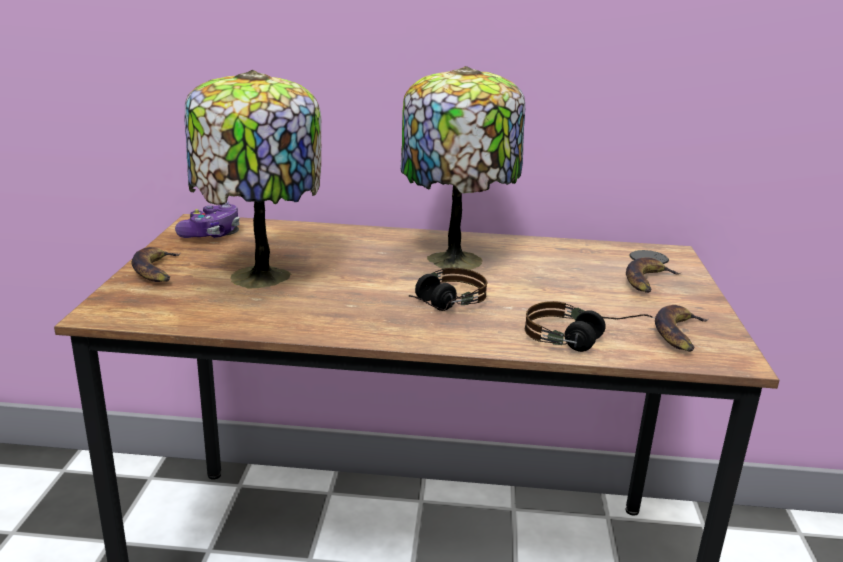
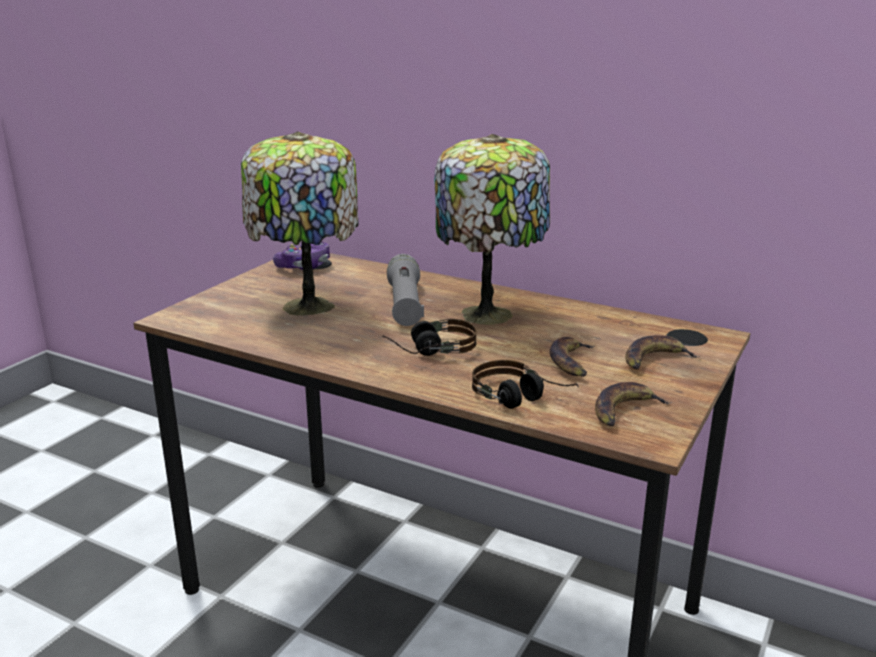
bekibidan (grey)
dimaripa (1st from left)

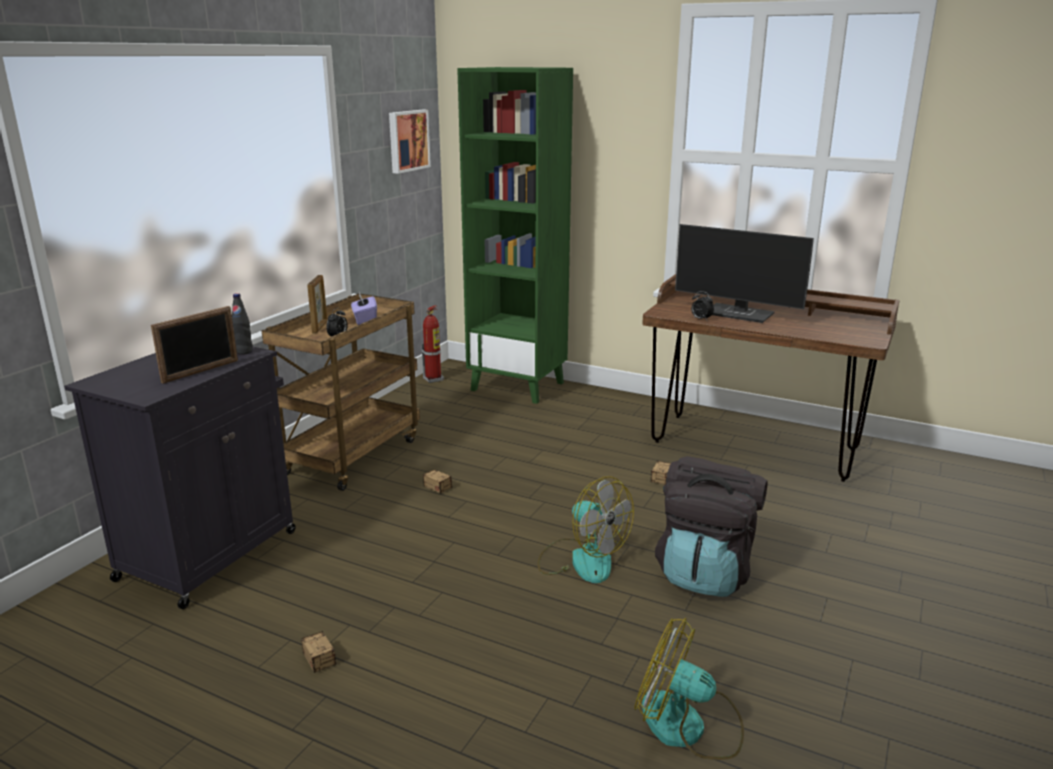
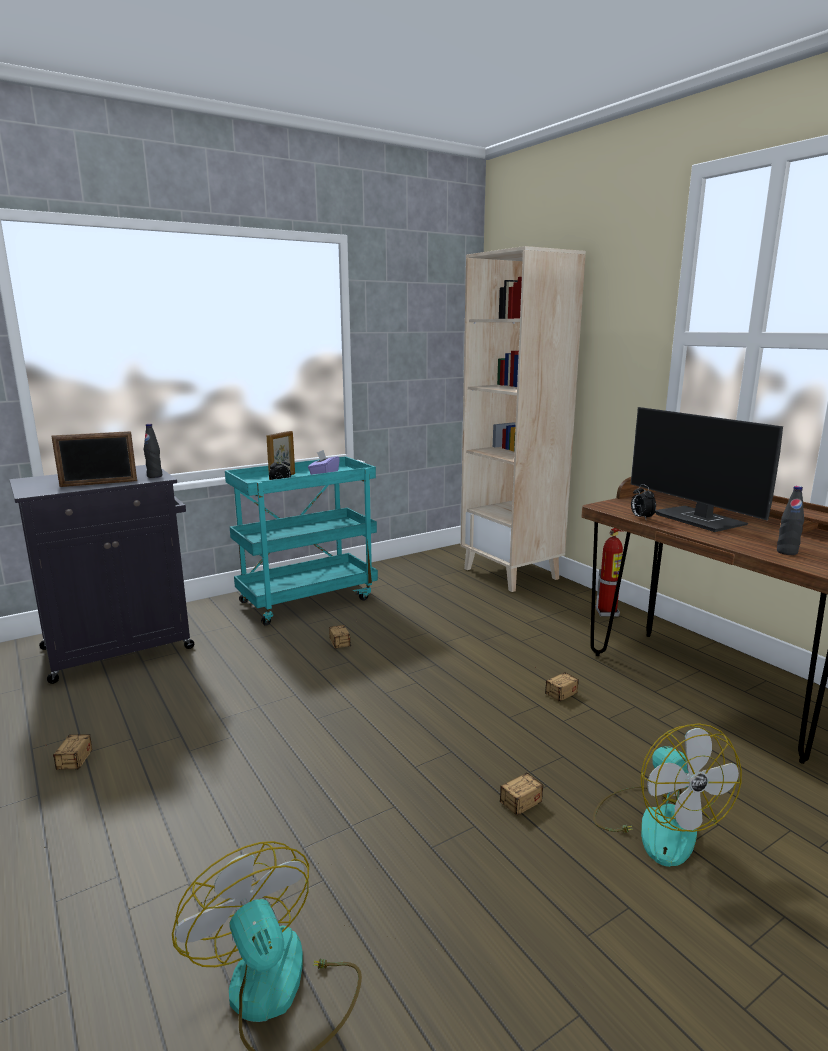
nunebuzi
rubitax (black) (2nd from left)
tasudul
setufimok (2nd from left)
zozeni (3rd from left)
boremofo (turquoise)
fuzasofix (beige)

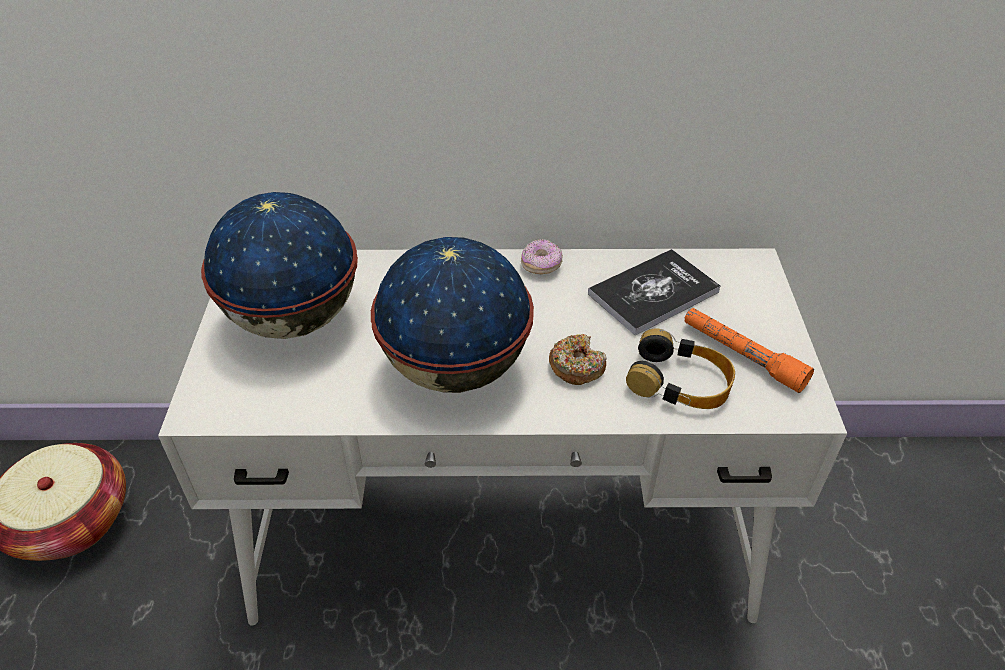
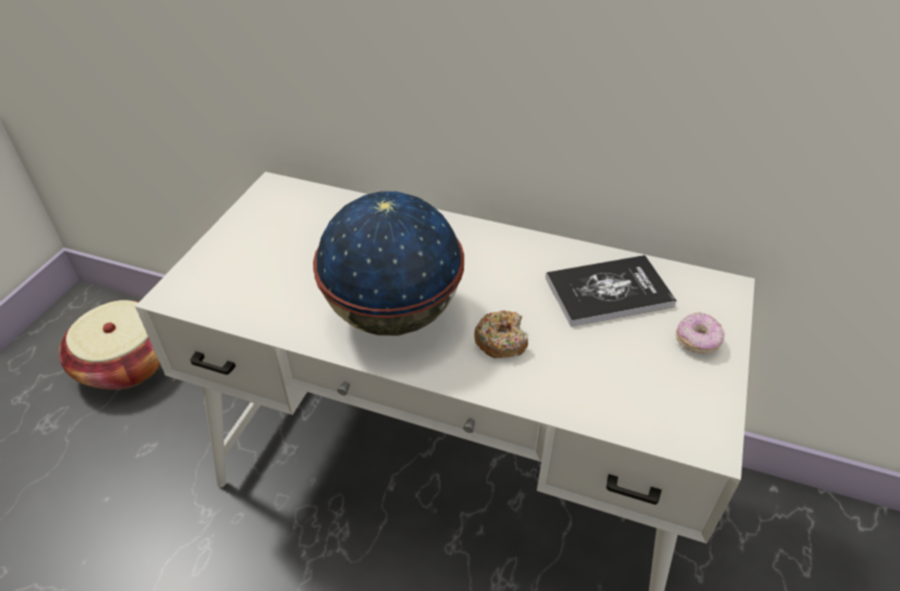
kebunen (1st from left in the first image)
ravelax
bekibidan (orange)
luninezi (2nd from left)

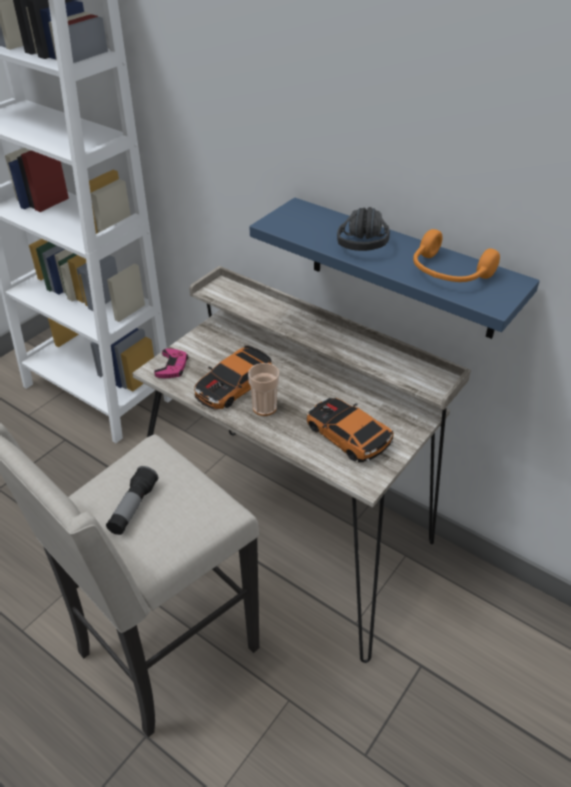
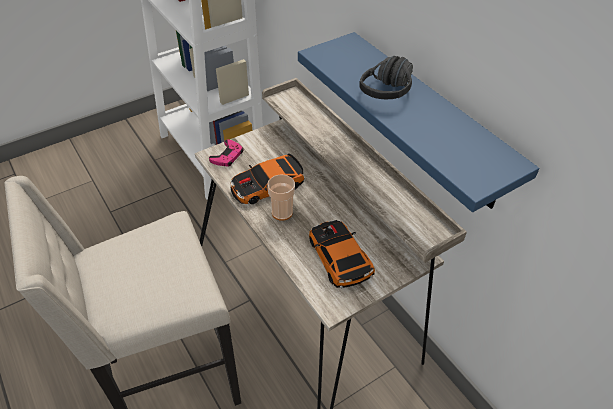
bekibidan
ravelax (orange)

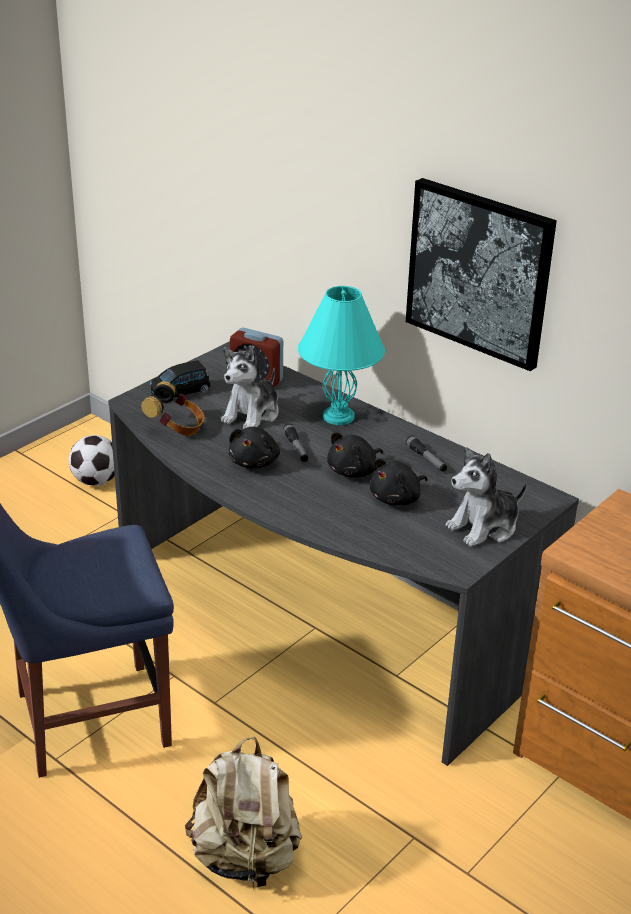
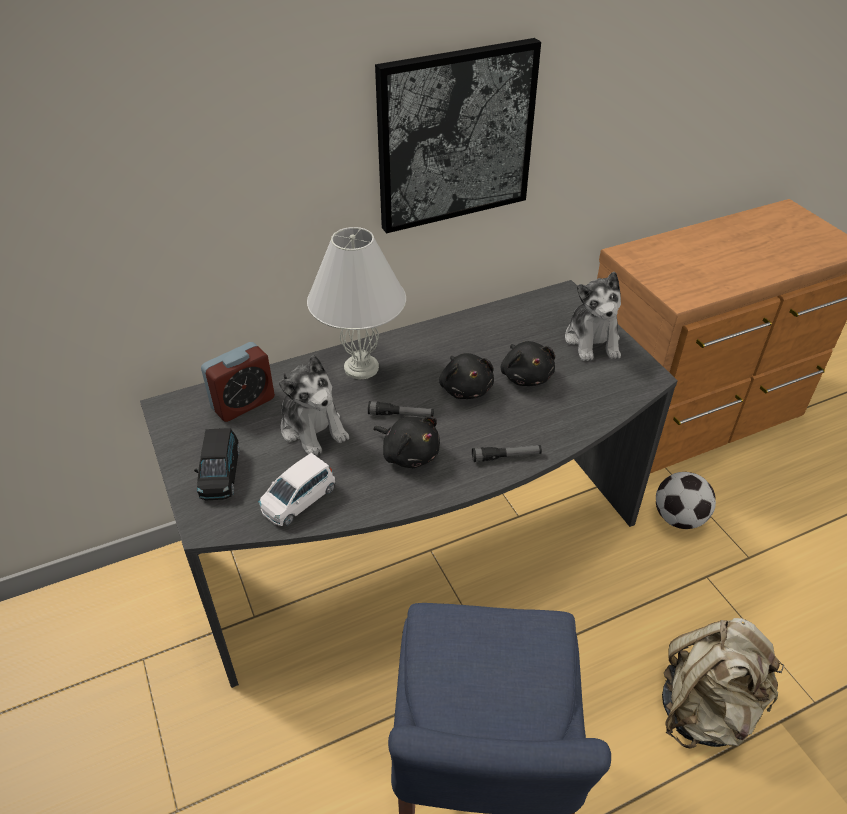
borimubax
bekibidan (2nd from left)
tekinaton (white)
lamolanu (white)

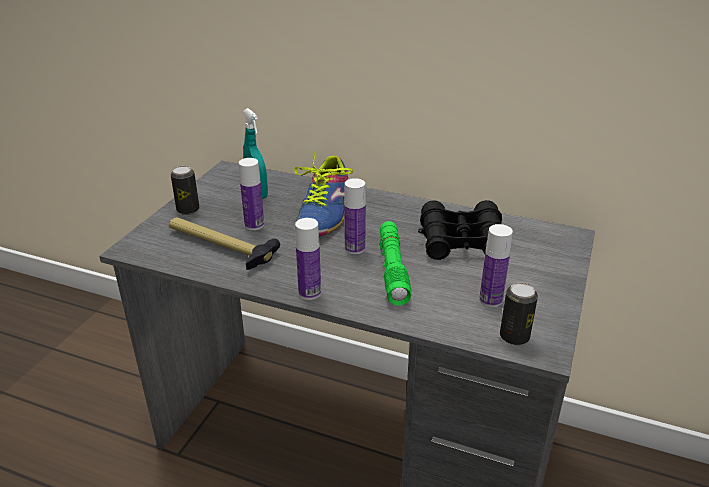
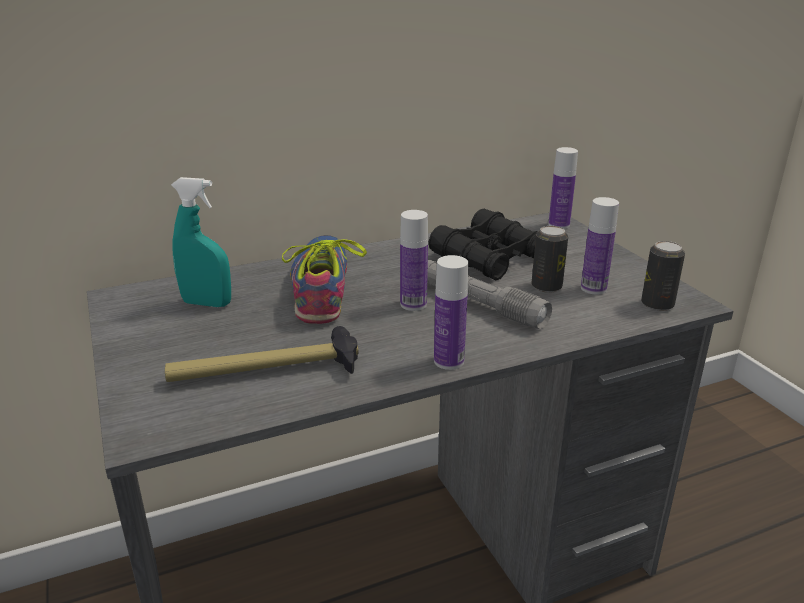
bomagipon (1st from left)
rubitax (3rd from left)
bekibidan (grey)
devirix

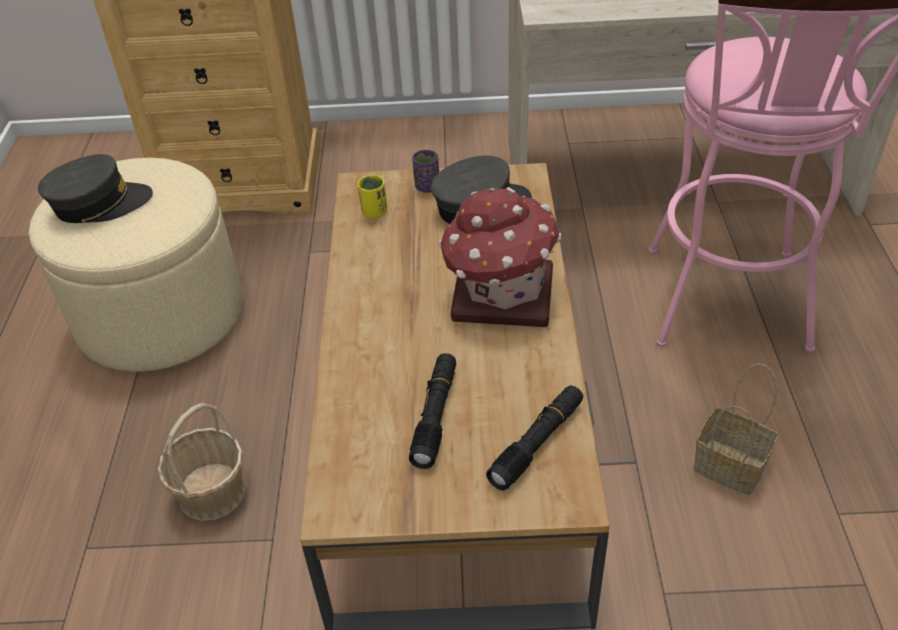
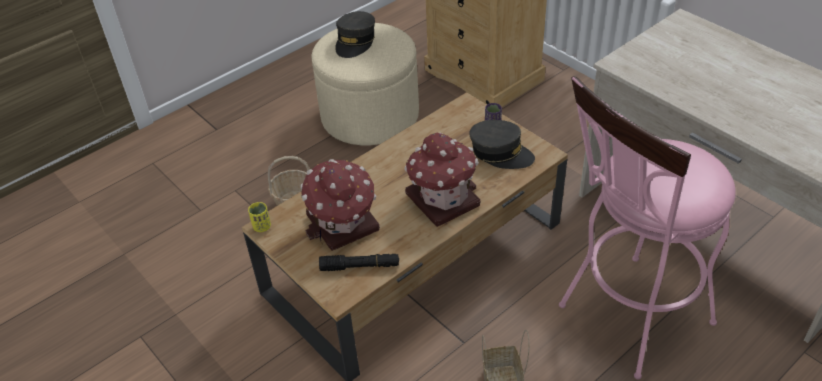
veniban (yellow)
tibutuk (1st from left)
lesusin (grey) (1st from left)

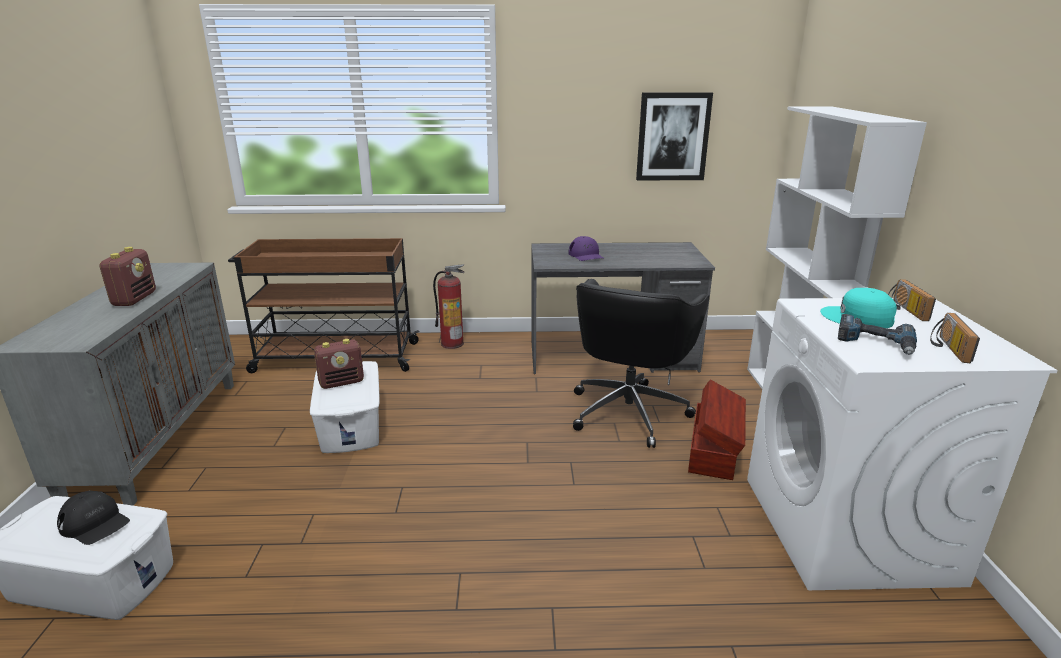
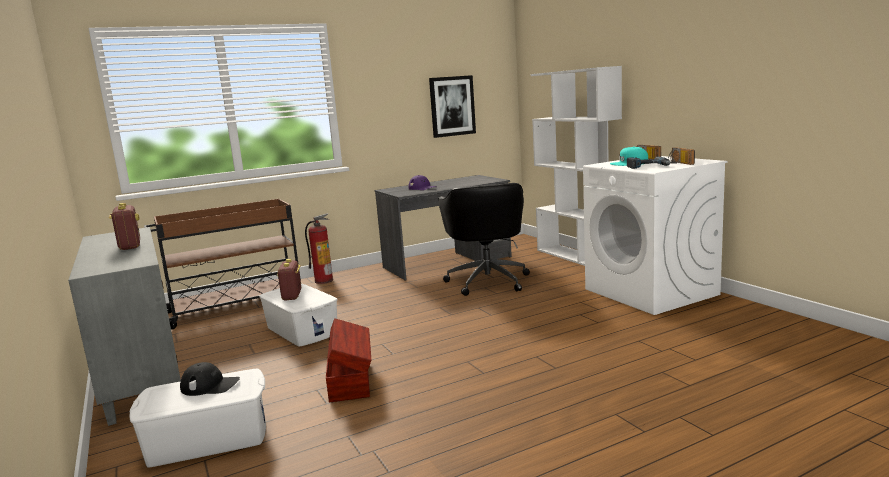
zozeni (brown)
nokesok (2nd from left)

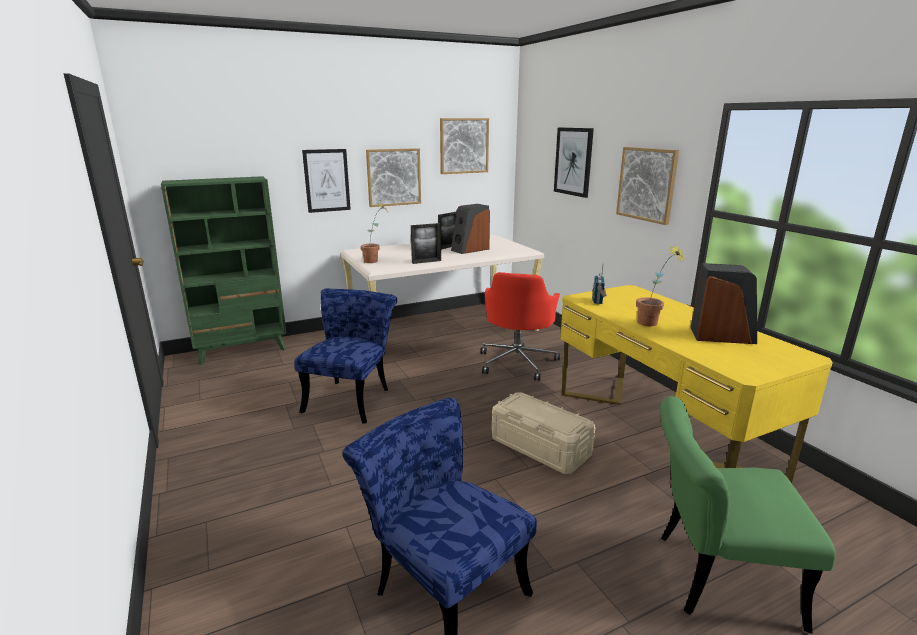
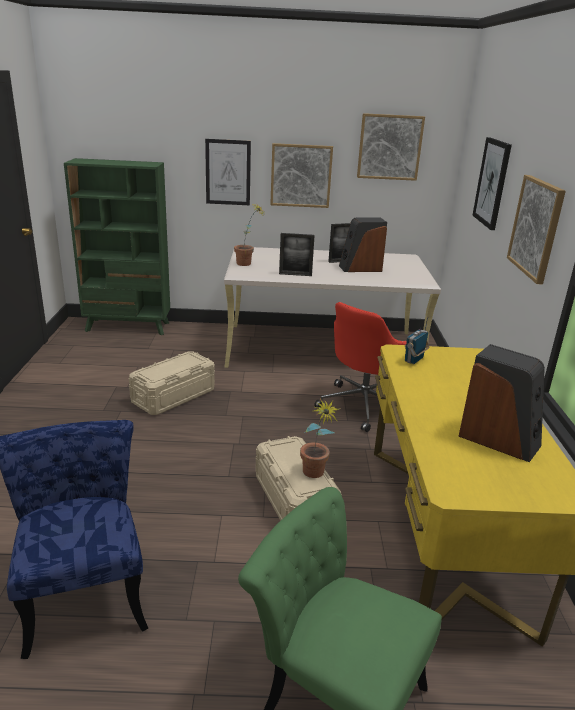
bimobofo (2nd from left)
zozeni (beige) (1st from left)

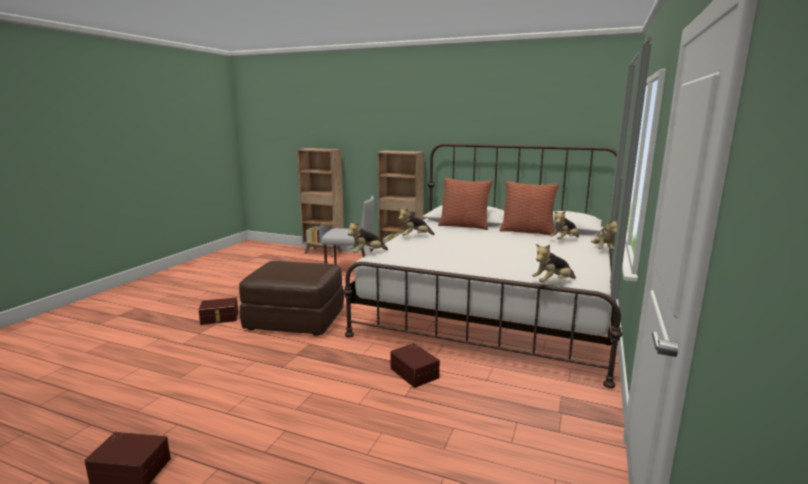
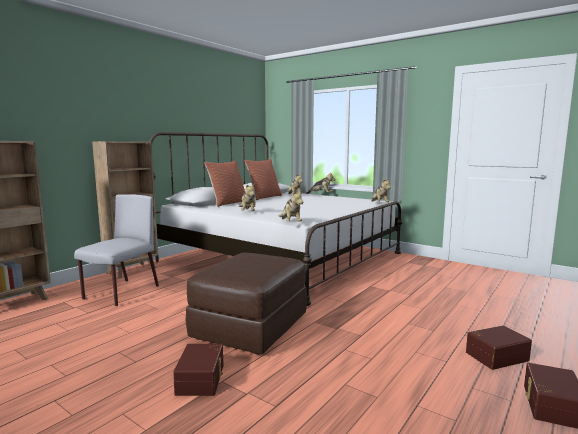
zozeni (brown) (2nd from left)

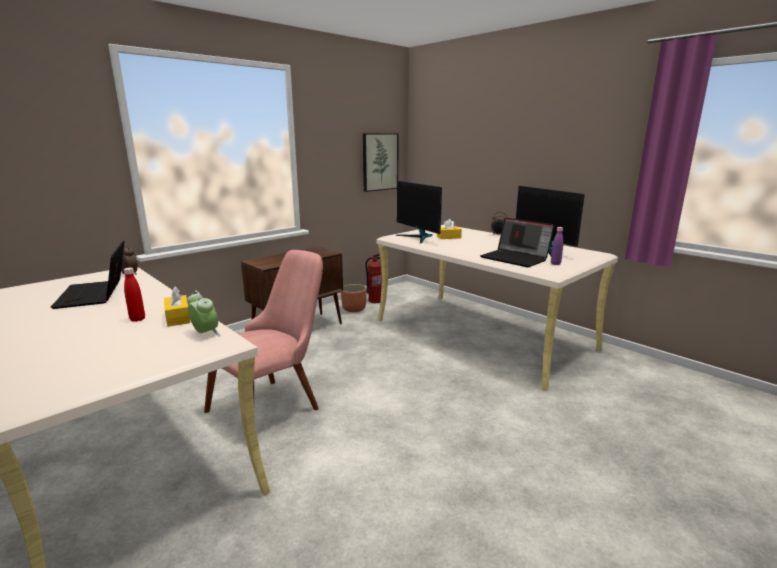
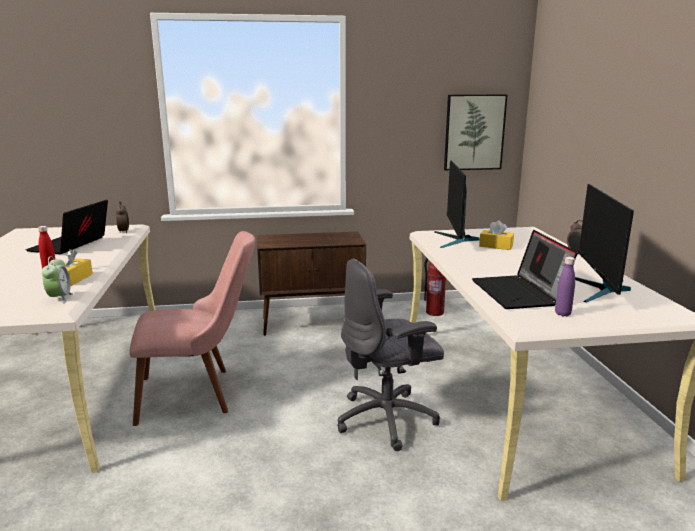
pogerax
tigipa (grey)

